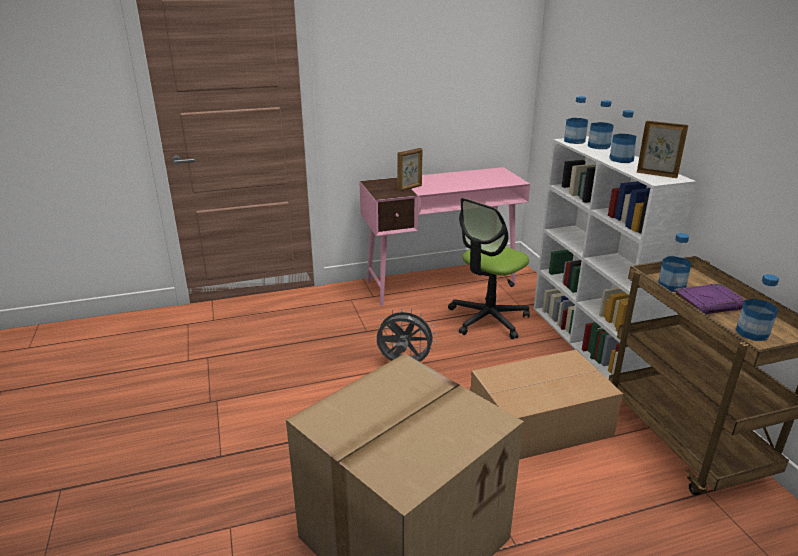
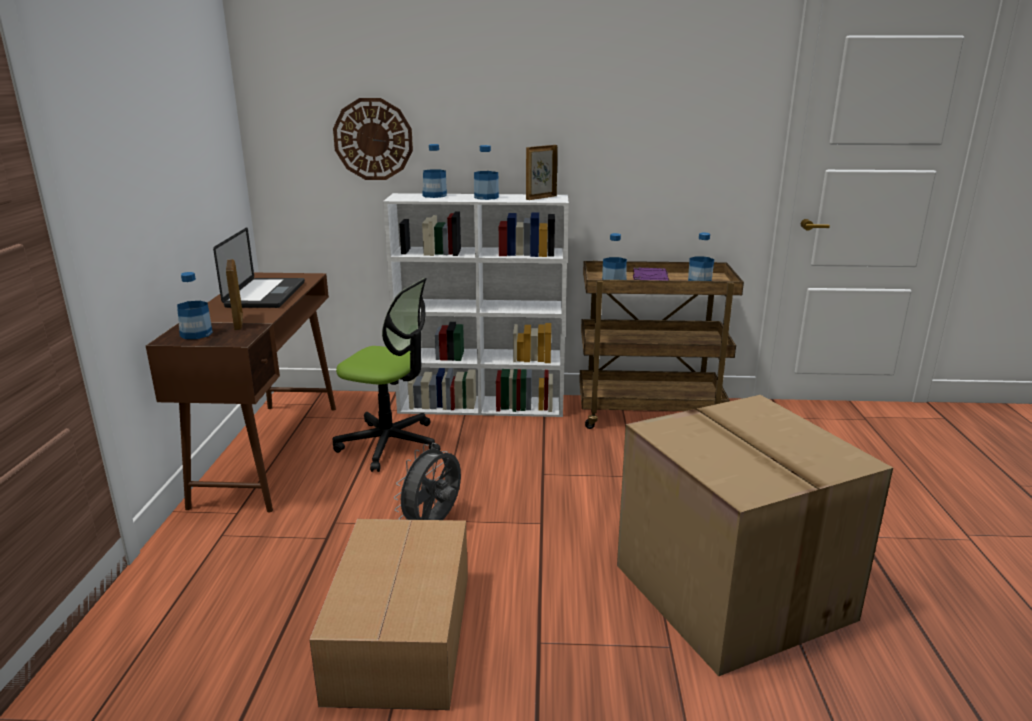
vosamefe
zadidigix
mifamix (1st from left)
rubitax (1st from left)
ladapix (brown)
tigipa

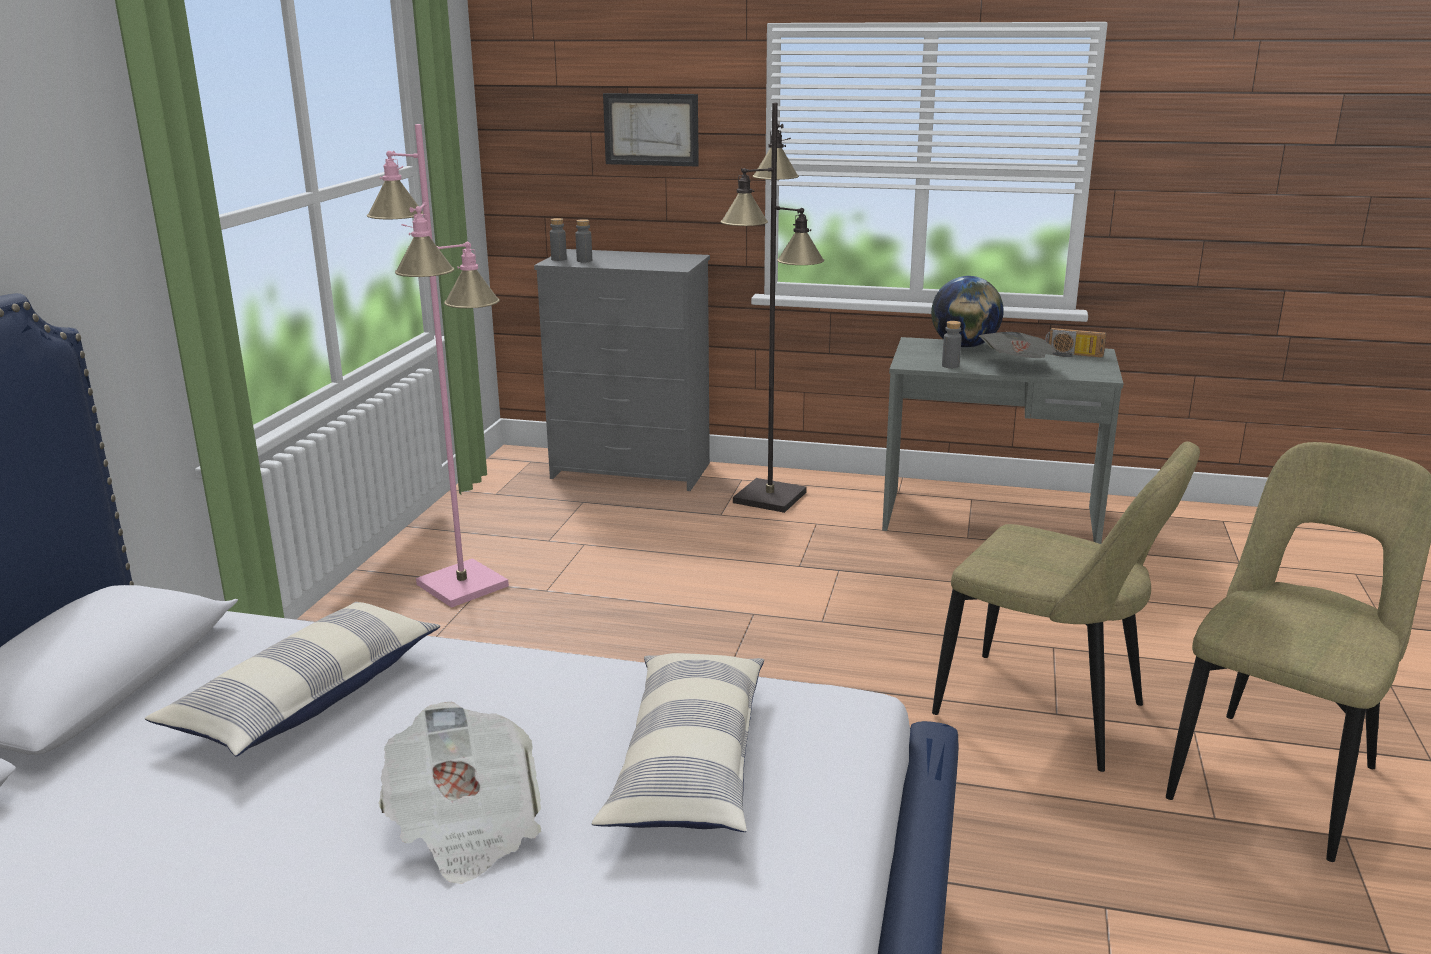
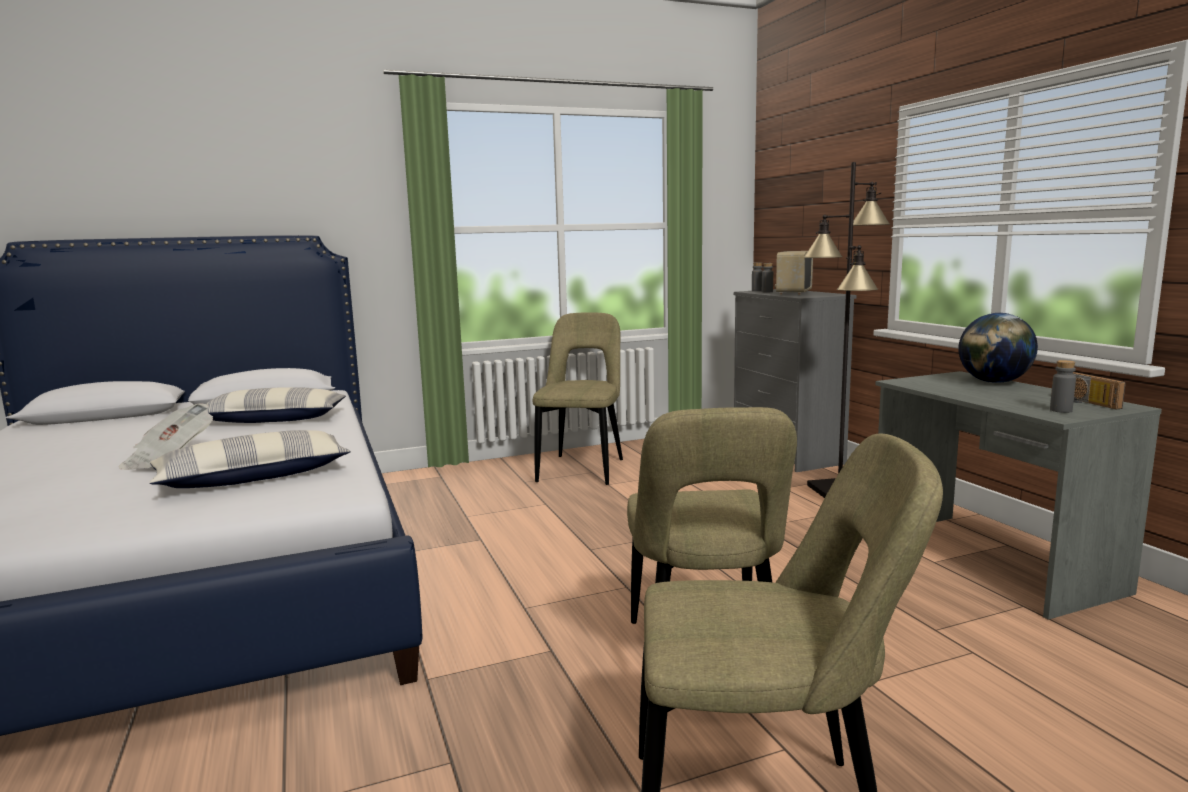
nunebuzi
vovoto (2nd from left in the first image)
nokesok (1st from left)
rubitax (grey) (3rd from left)
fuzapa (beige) (1st from left)

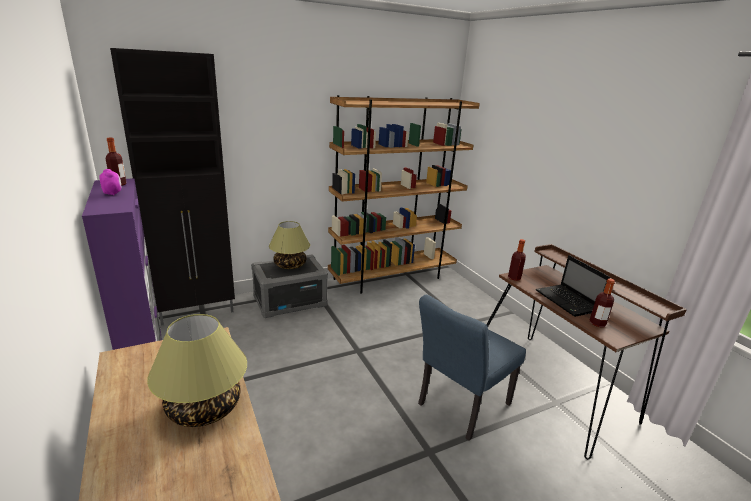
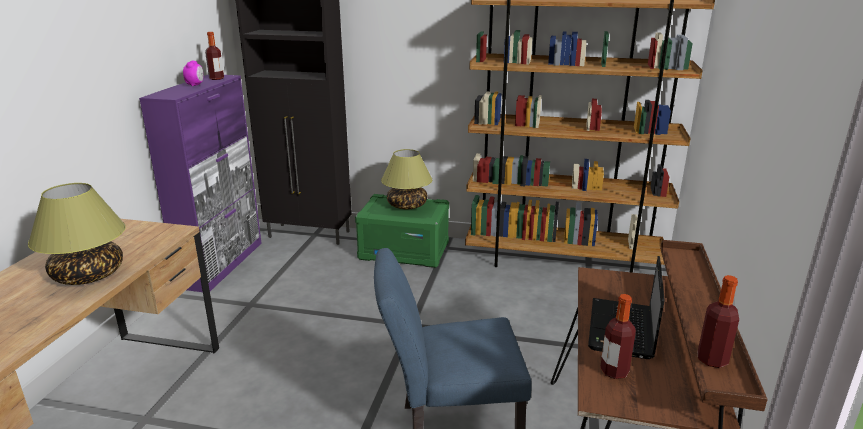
rubitax (3rd from left)
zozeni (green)

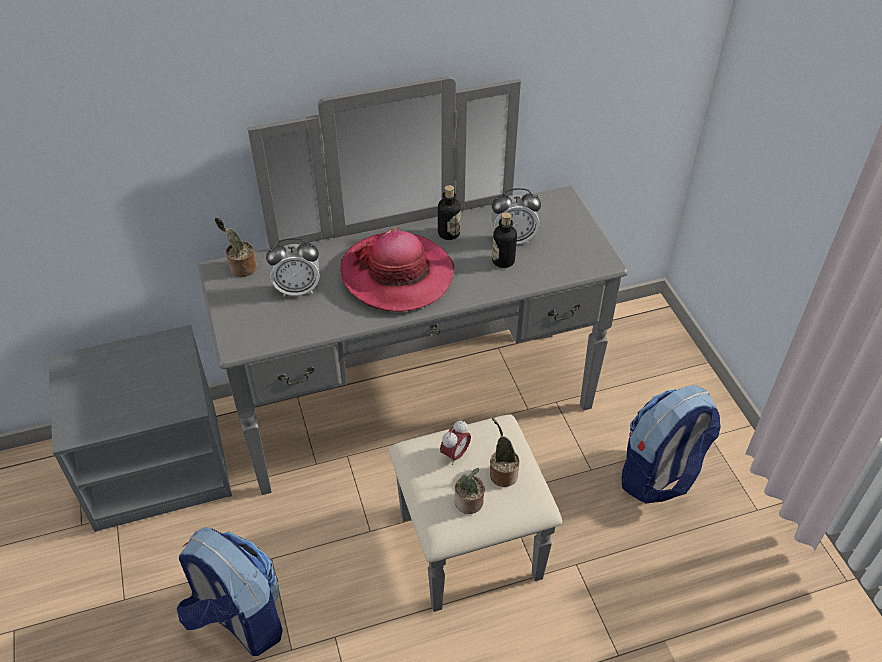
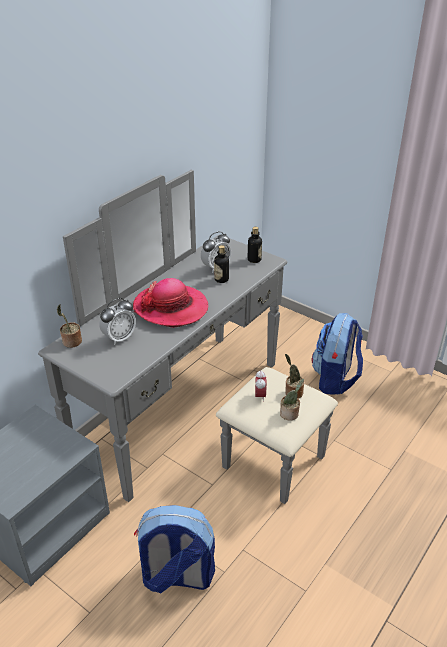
rubitax (2nd from left)

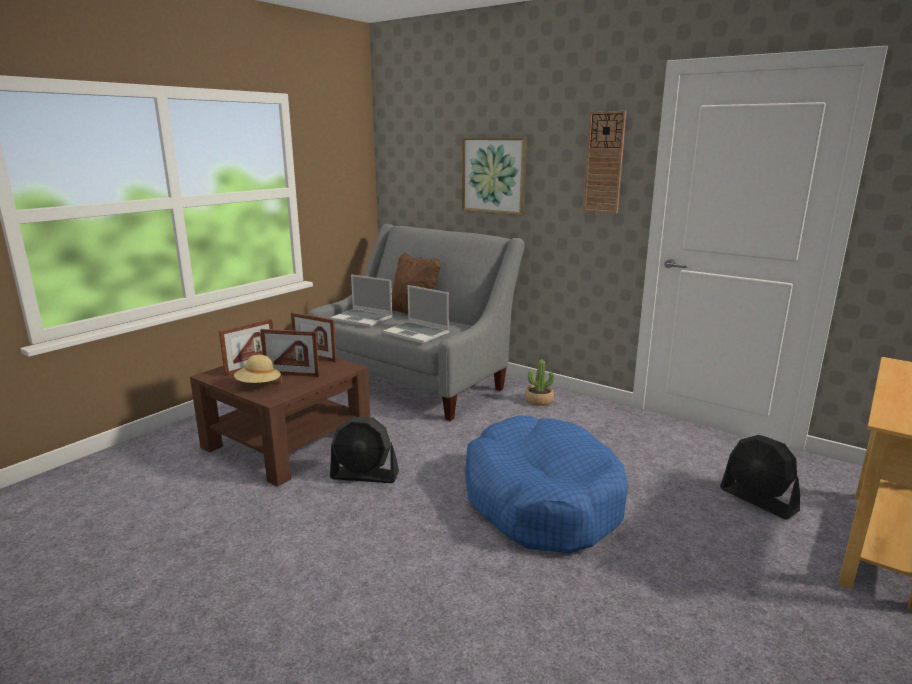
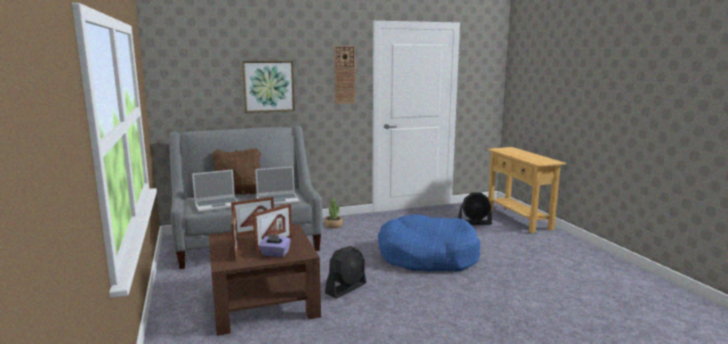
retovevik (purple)

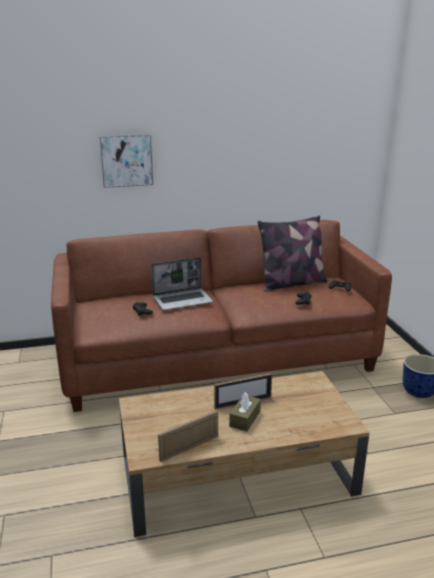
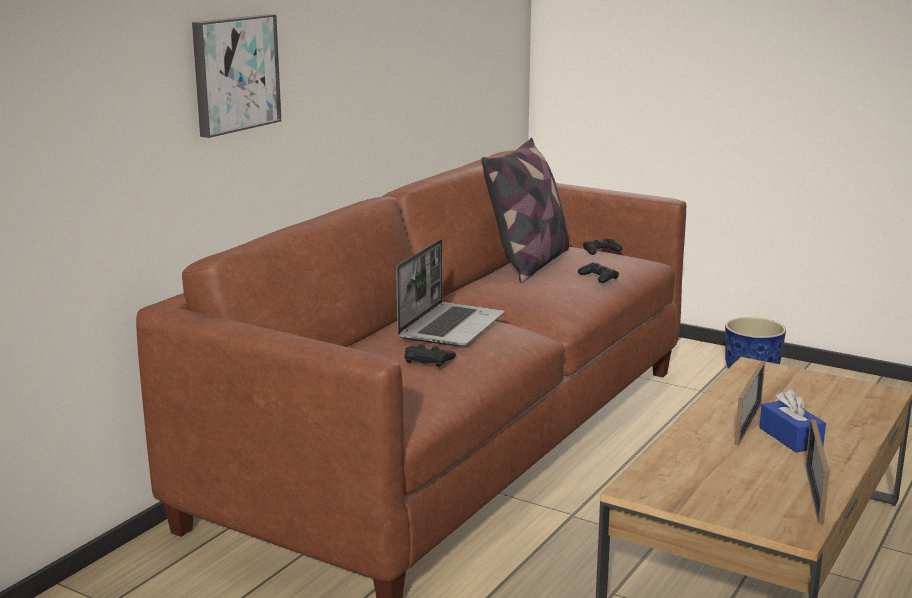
retovevik (blue)

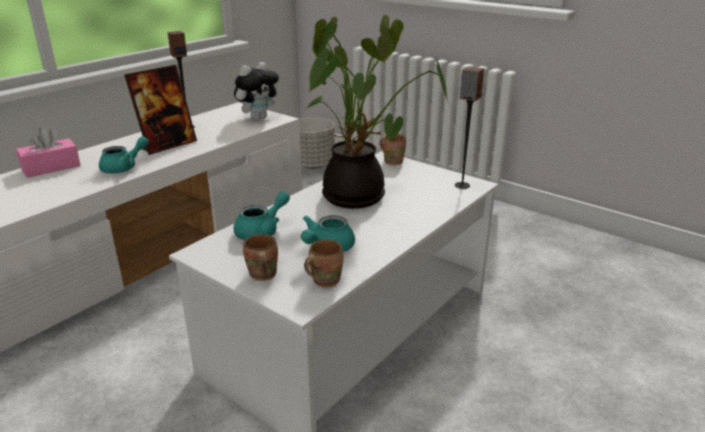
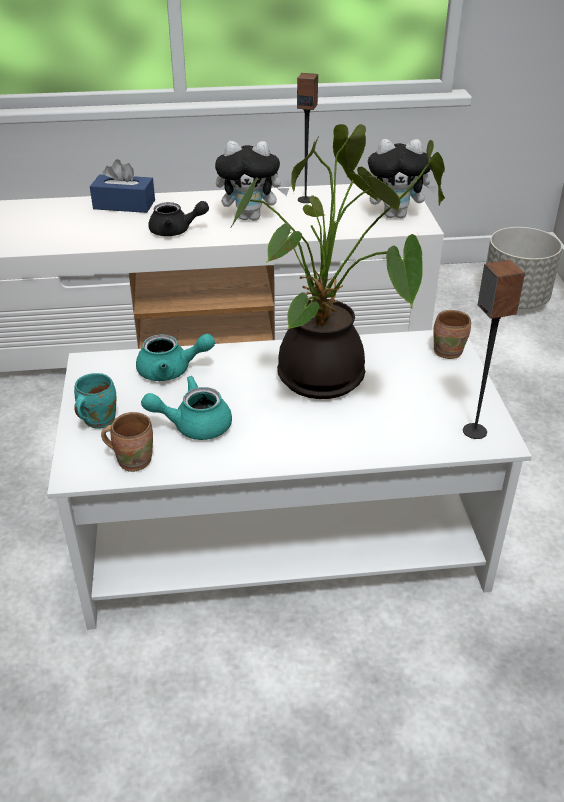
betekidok (1st from left)
retovevik (blue)
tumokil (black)
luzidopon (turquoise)

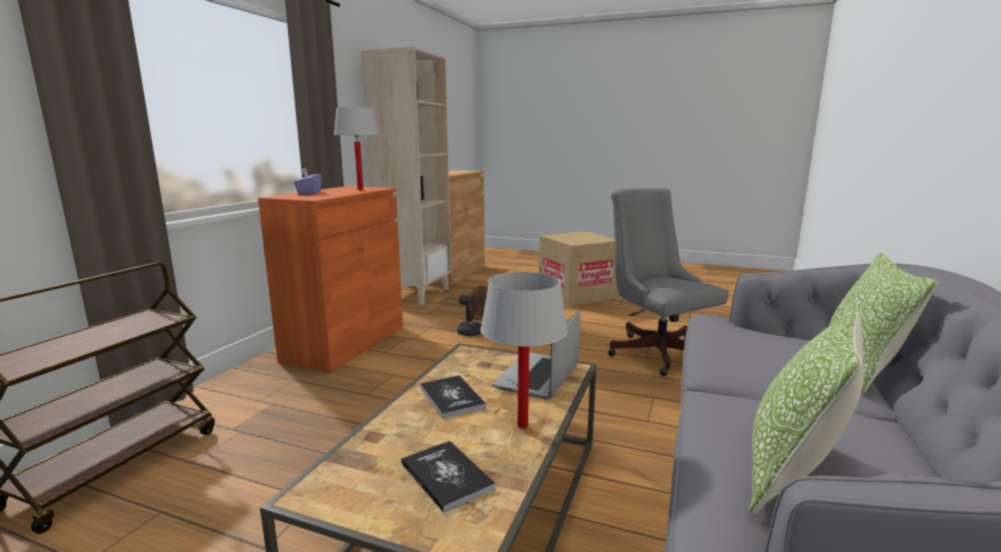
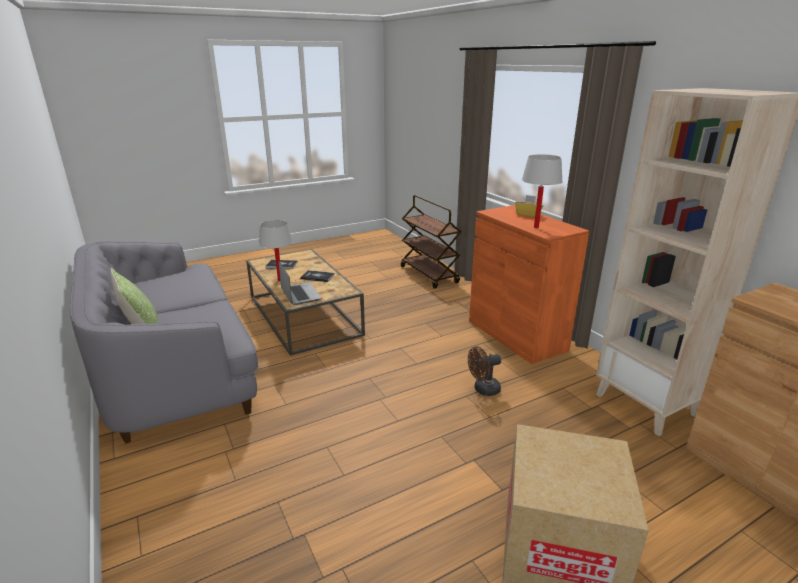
tigipa (grey)
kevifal (1st from left in the first image)
retovevik (yellow)

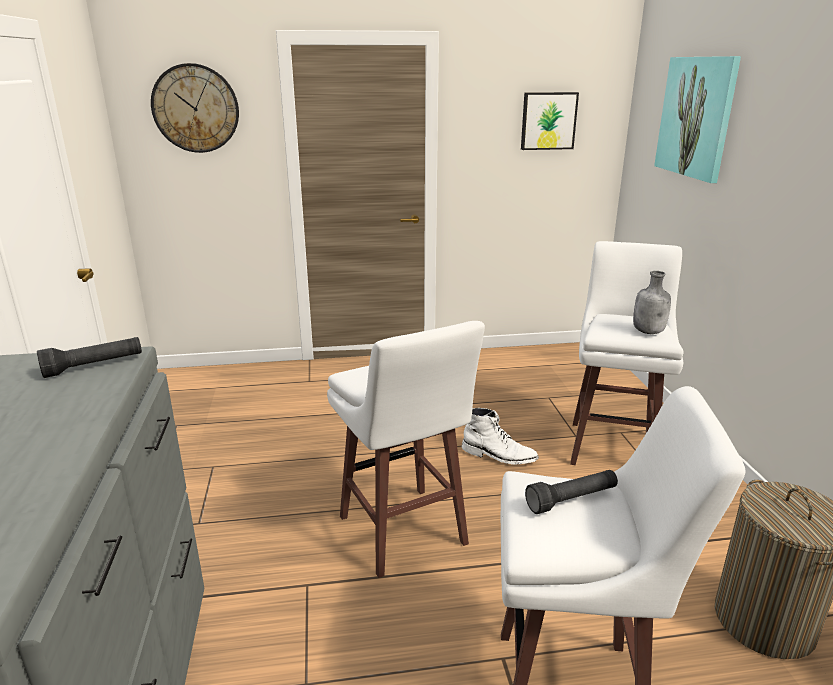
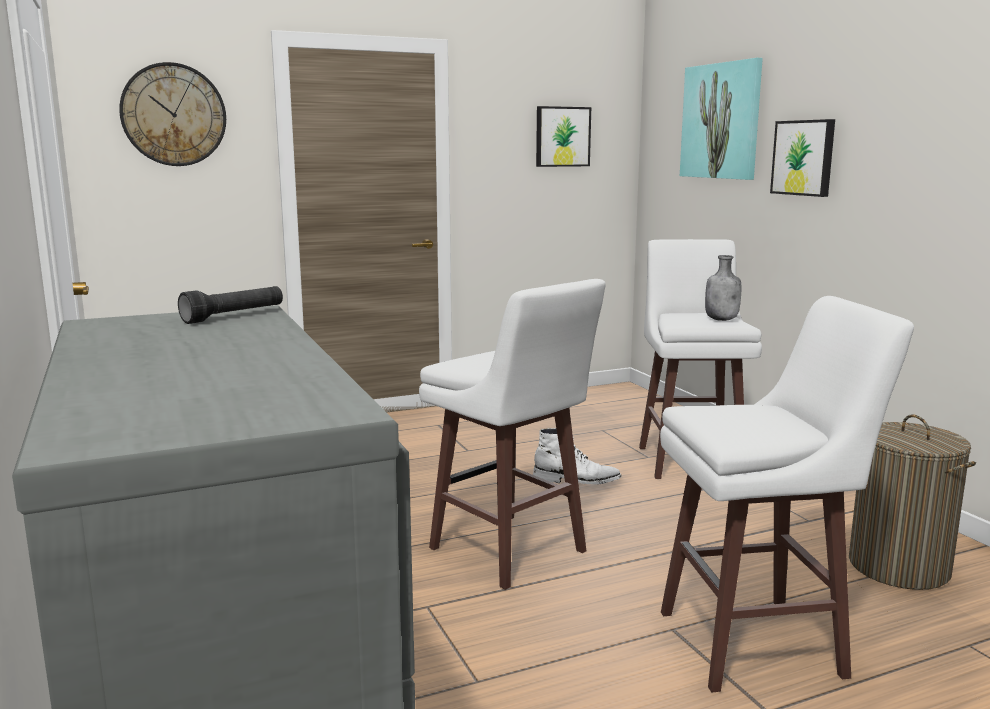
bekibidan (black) (2nd from left in the first image)
nunebuzi (3rd from left)

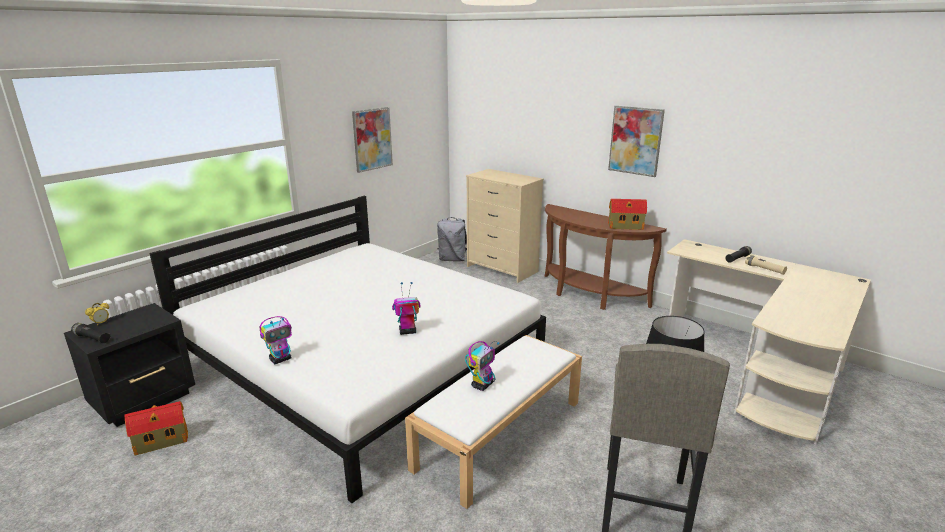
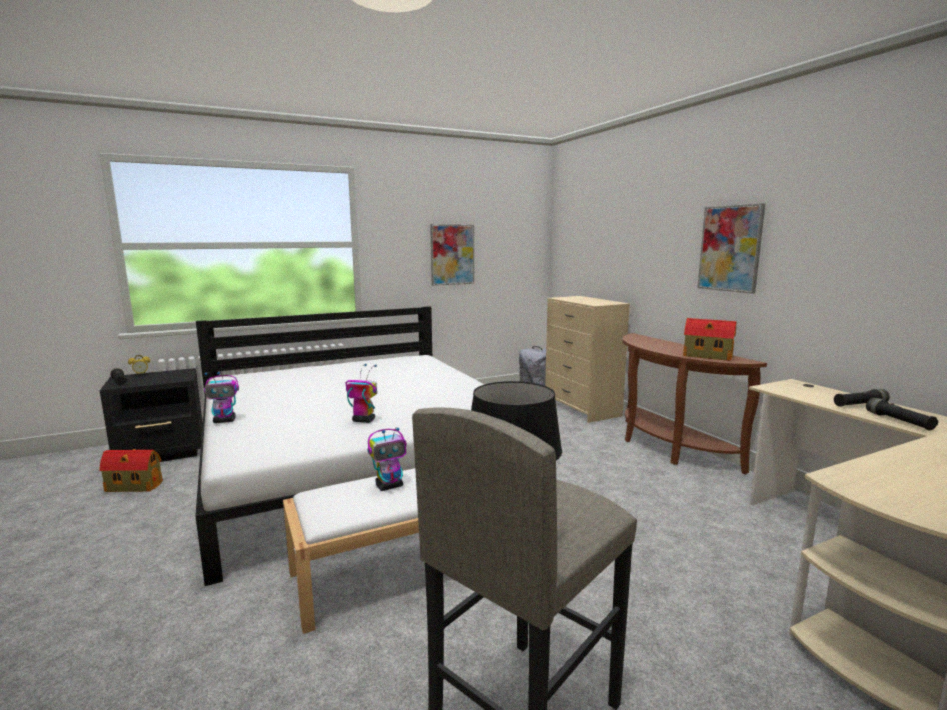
bekibidan (black) (3rd from left)

